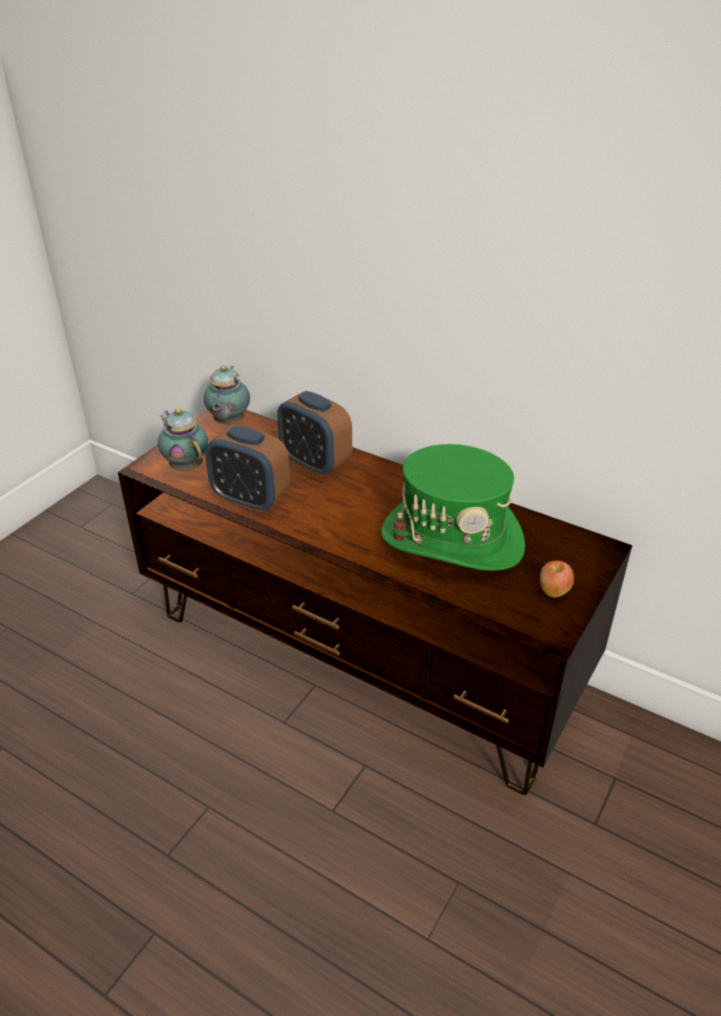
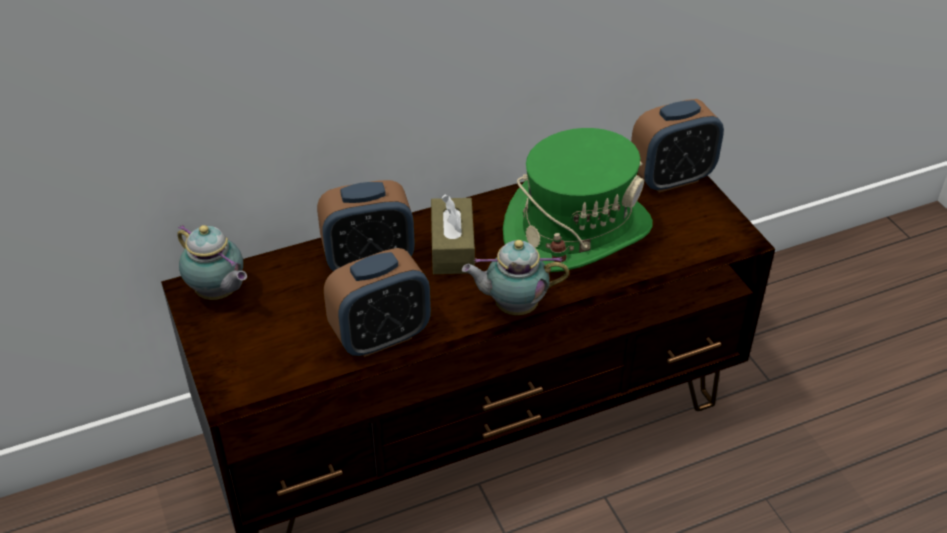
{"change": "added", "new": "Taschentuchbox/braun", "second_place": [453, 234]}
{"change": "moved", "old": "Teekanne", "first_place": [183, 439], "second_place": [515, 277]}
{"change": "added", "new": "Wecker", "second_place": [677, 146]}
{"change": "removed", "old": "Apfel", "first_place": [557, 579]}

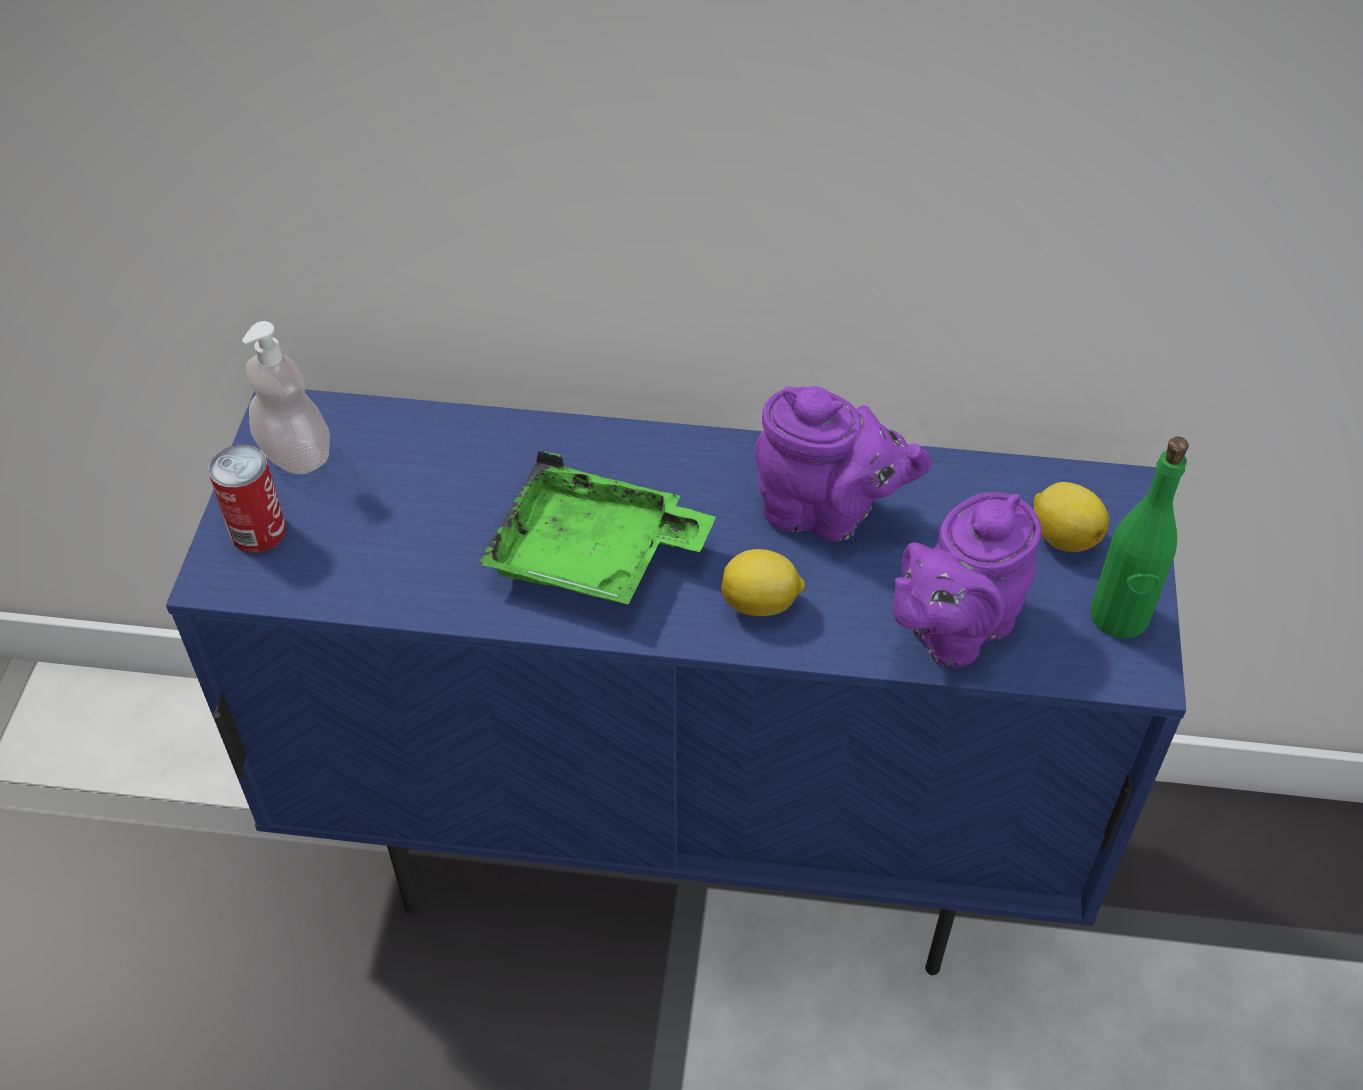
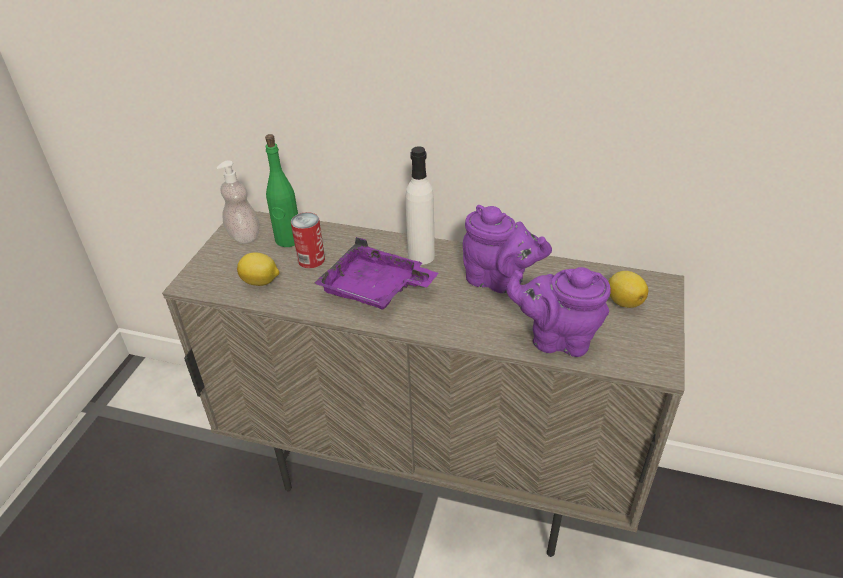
{"change": "recoloured", "old": "Schrank/blau", "new": "Schrank/beige", "first_place": [676, 682], "second_place": [423, 384]}
{"change": "moved", "old": "Zitrone", "first_place": [763, 582], "second_place": [258, 269]}
{"change": "moved", "old": "Flasche/grün", "first_place": [1139, 537], "second_place": [281, 190]}
{"change": "moved", "old": "Dose", "first_place": [247, 499], "second_place": [308, 240]}
{"change": "recoloured", "old": "Tablett/grün", "new": "Tablett/lila", "first_place": [597, 527], "second_place": [376, 273]}
{"change": "added", "new": "Flasche/weiß", "second_place": [420, 205]}
{"change": "turned", "old": "Teekanne/lila", "first_place": [967, 580], "second_place": [558, 312], "degrees": 45}

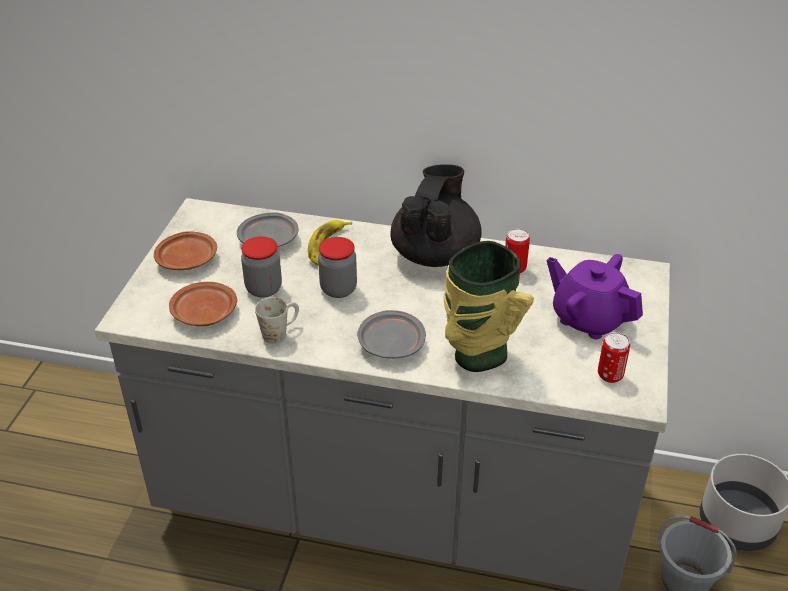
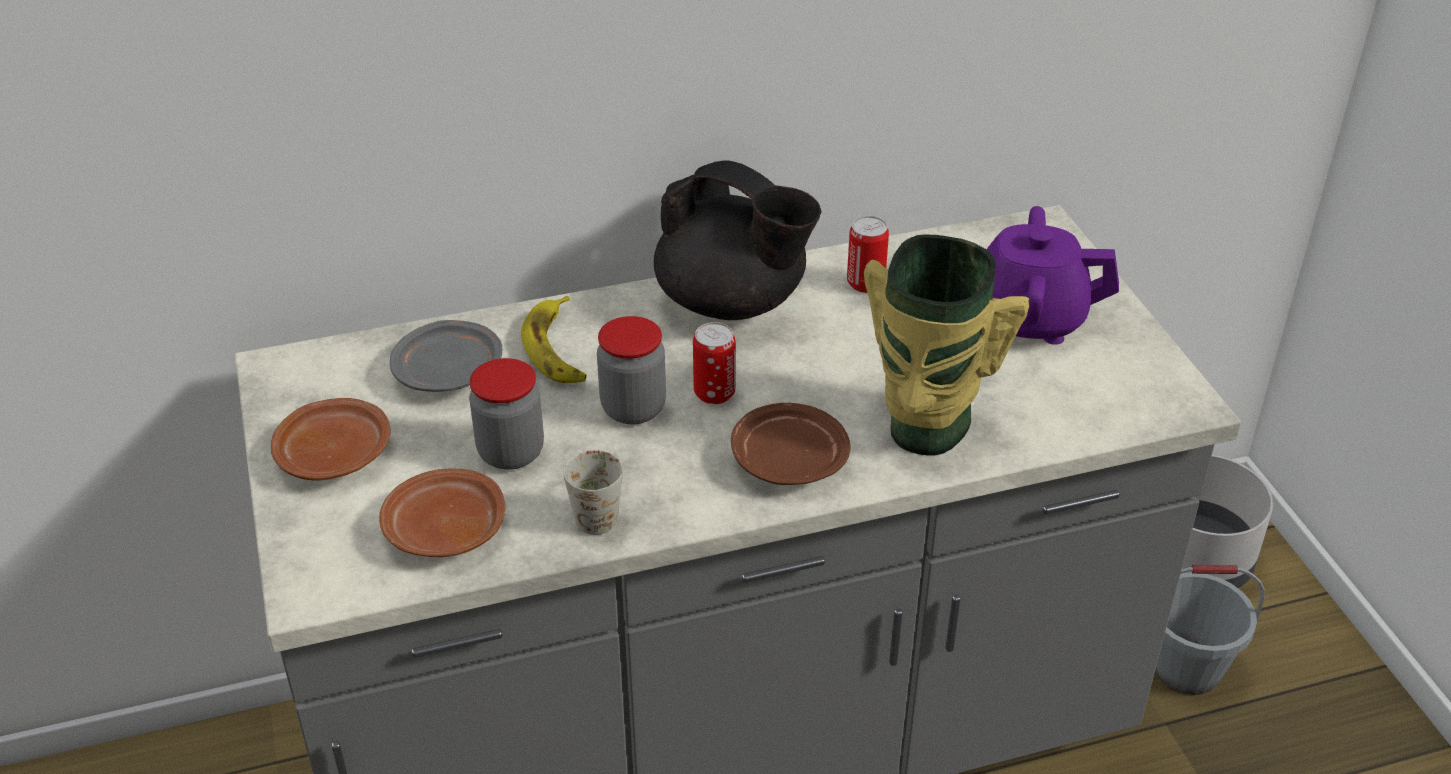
{"change": "turned", "old": "Teekanne/schwarz", "first_place": [436, 215], "second_place": [737, 240], "degrees": 135}
{"change": "moved", "old": "Dose", "first_place": [614, 357], "second_place": [714, 363]}
{"change": "recoloured", "old": "Teller/grau", "new": "Teller/braun", "first_place": [391, 334], "second_place": [791, 444]}

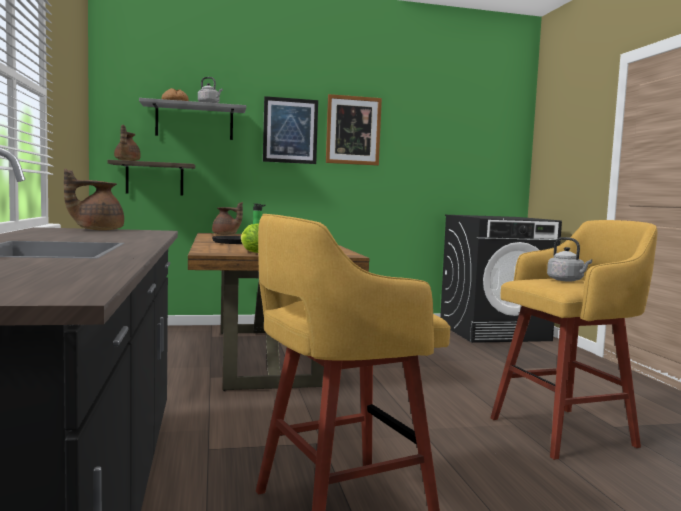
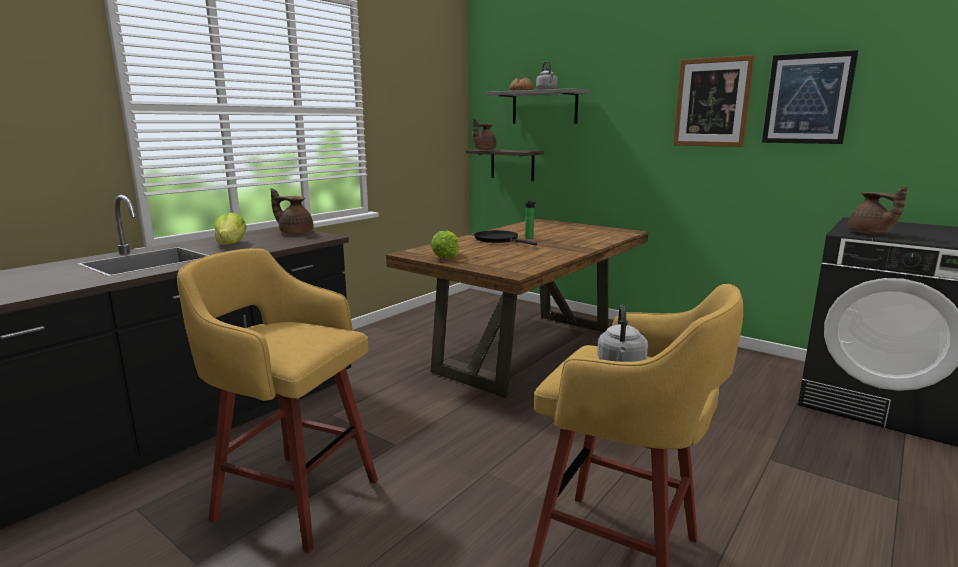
{"change": "added", "new": "Salatkopf", "second_place": [231, 229]}
{"change": "moved", "old": "Bild", "first_place": [290, 130], "second_place": [810, 97]}
{"change": "moved", "old": "Teekanne/braun", "first_place": [227, 218], "second_place": [877, 210]}

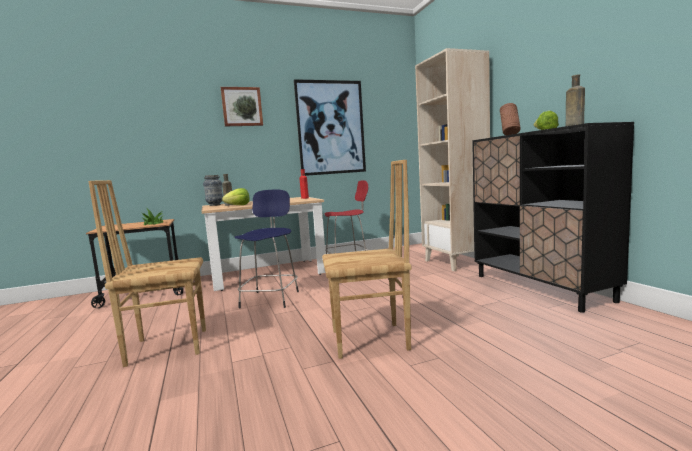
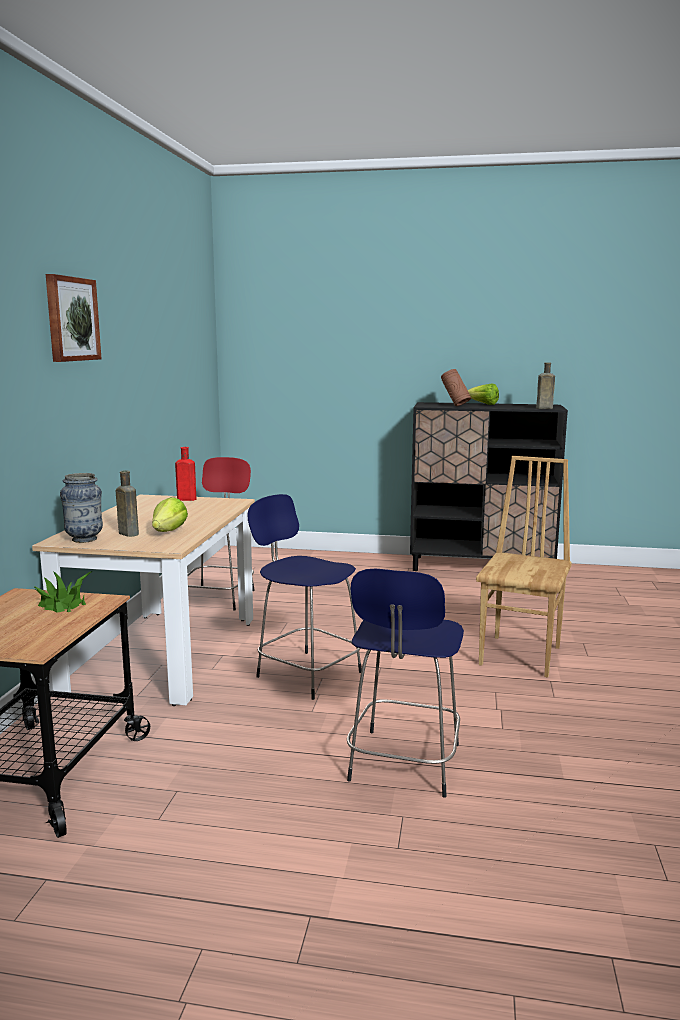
{"change": "replaced", "old": "Stuhl/braun", "new": "Hocker/blau", "first_place": [147, 273], "second_place": [405, 683]}
{"change": "removed", "old": "Bild", "first_place": [330, 127]}
{"change": "removed", "old": "Bücherregal/beige", "first_place": [452, 159]}

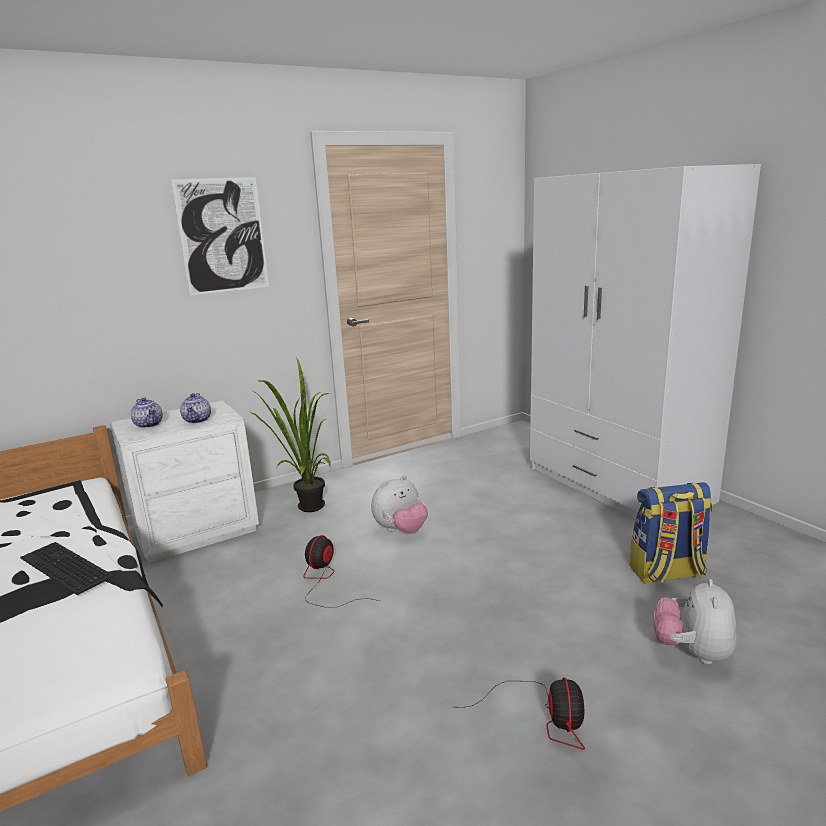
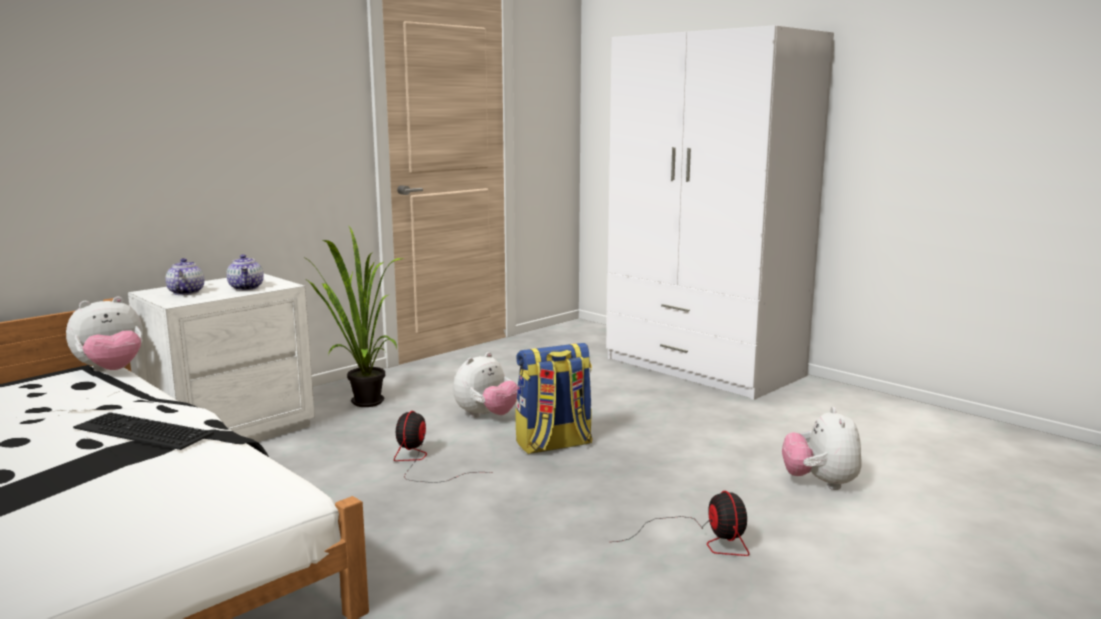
{"change": "added", "new": "Plüschtier", "second_place": [104, 334]}
{"change": "turned", "old": "Teekanne", "first_place": [147, 413], "second_place": [184, 276], "degrees": -135}
{"change": "moved", "old": "Rucksack", "first_place": [671, 533], "second_place": [553, 398]}
{"change": "removed", "old": "Bild", "first_place": [220, 236]}

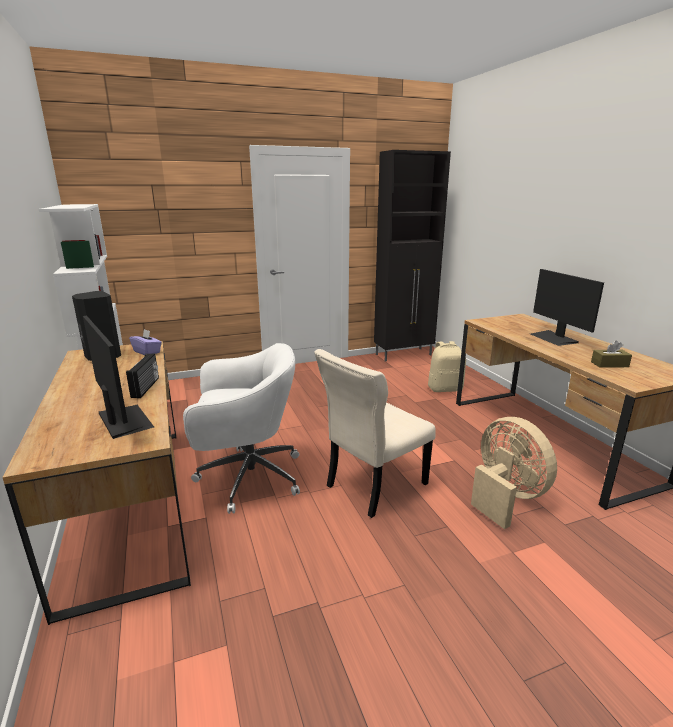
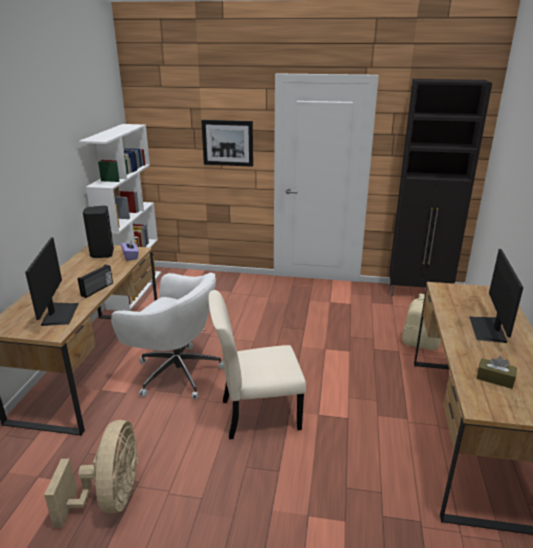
{"change": "moved", "old": "Ventilator/beige", "first_place": [514, 473], "second_place": [91, 474]}
{"change": "added", "new": "Bild", "second_place": [227, 143]}

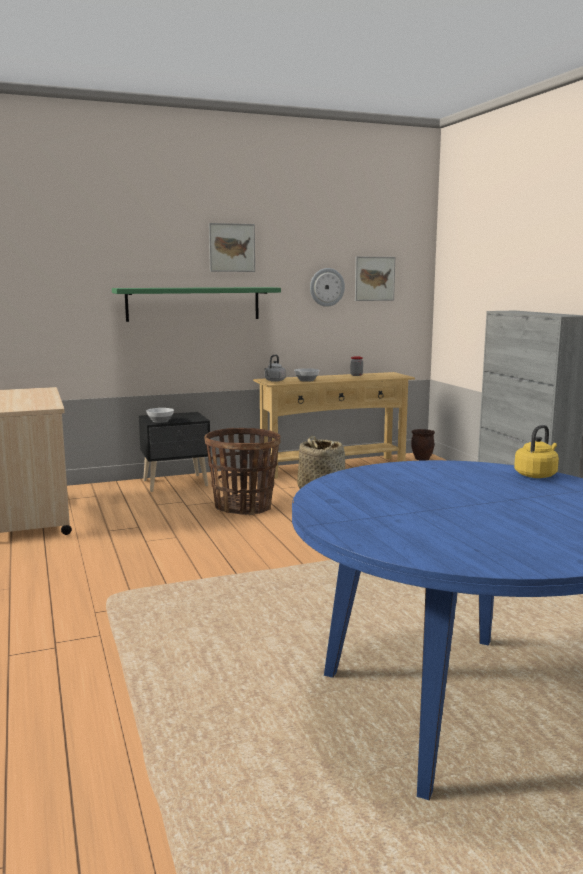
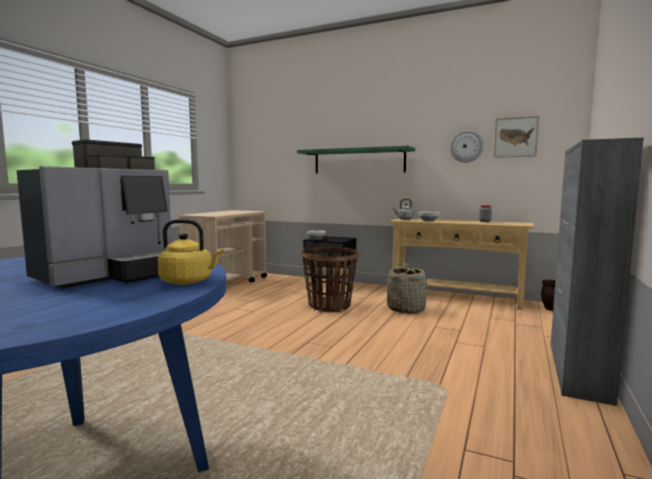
{"change": "added", "new": "Kaffeemaschine", "second_place": [94, 214]}
{"change": "removed", "old": "Bild", "first_place": [232, 247]}

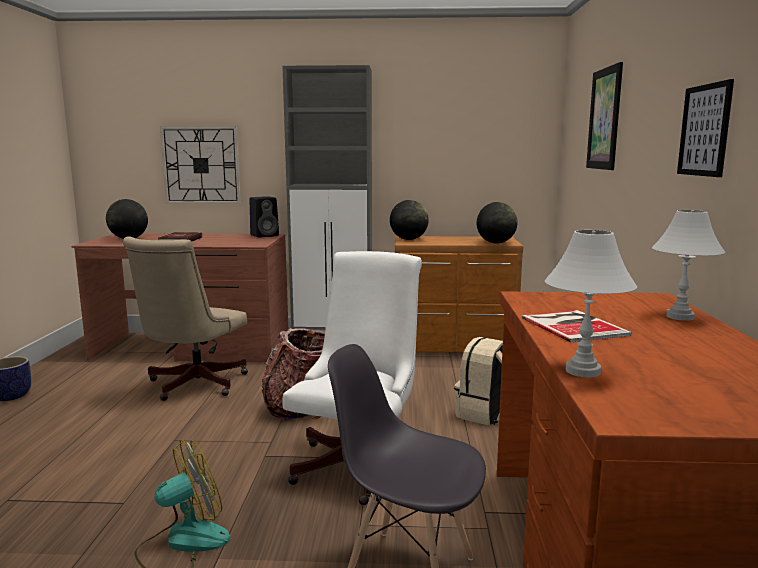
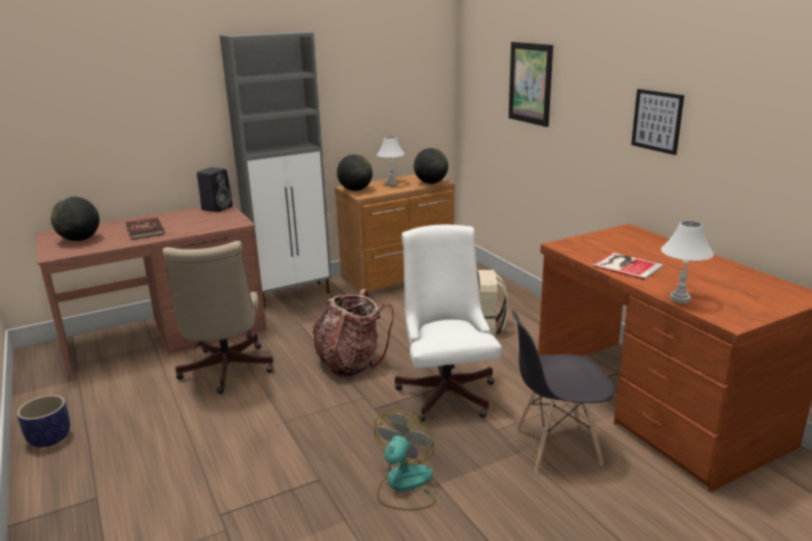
{"change": "moved", "old": "Tischlampe/weiß", "first_place": [688, 265], "second_place": [391, 160]}
{"change": "removed", "old": "Wanduhr", "first_place": [200, 165]}

